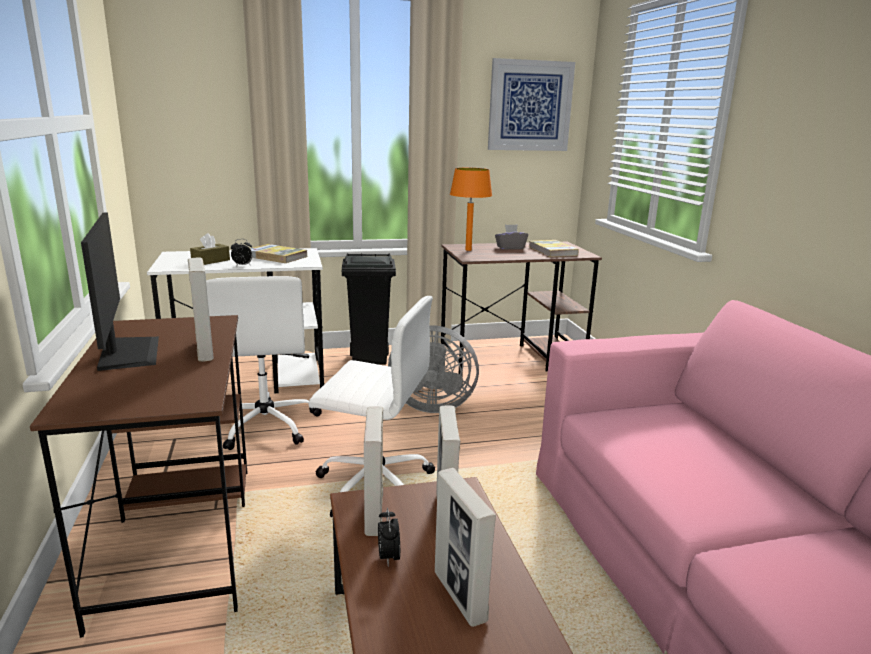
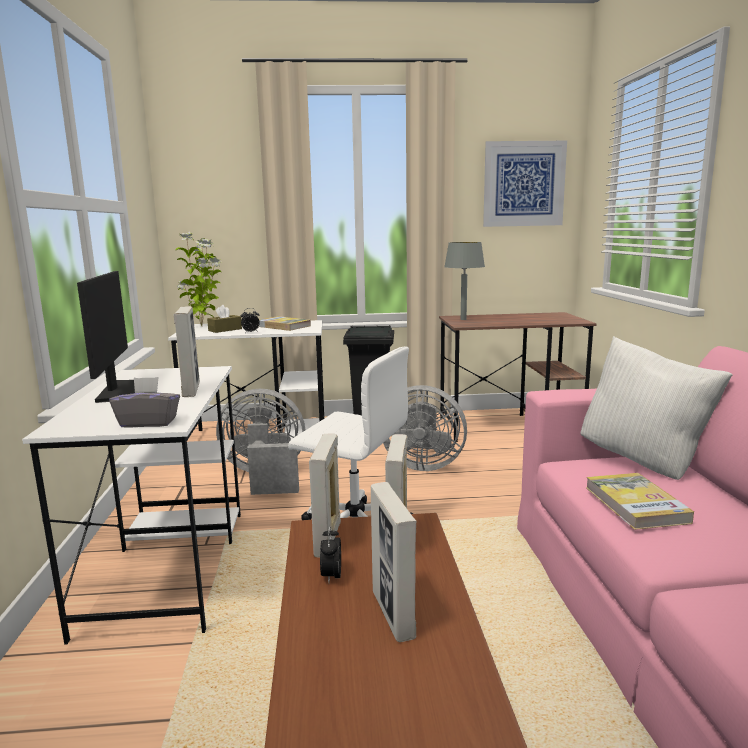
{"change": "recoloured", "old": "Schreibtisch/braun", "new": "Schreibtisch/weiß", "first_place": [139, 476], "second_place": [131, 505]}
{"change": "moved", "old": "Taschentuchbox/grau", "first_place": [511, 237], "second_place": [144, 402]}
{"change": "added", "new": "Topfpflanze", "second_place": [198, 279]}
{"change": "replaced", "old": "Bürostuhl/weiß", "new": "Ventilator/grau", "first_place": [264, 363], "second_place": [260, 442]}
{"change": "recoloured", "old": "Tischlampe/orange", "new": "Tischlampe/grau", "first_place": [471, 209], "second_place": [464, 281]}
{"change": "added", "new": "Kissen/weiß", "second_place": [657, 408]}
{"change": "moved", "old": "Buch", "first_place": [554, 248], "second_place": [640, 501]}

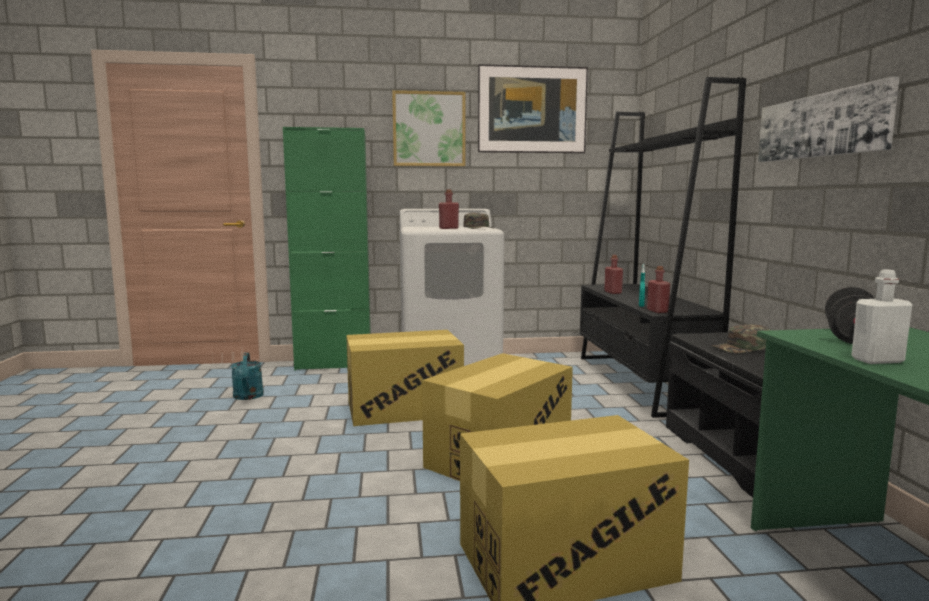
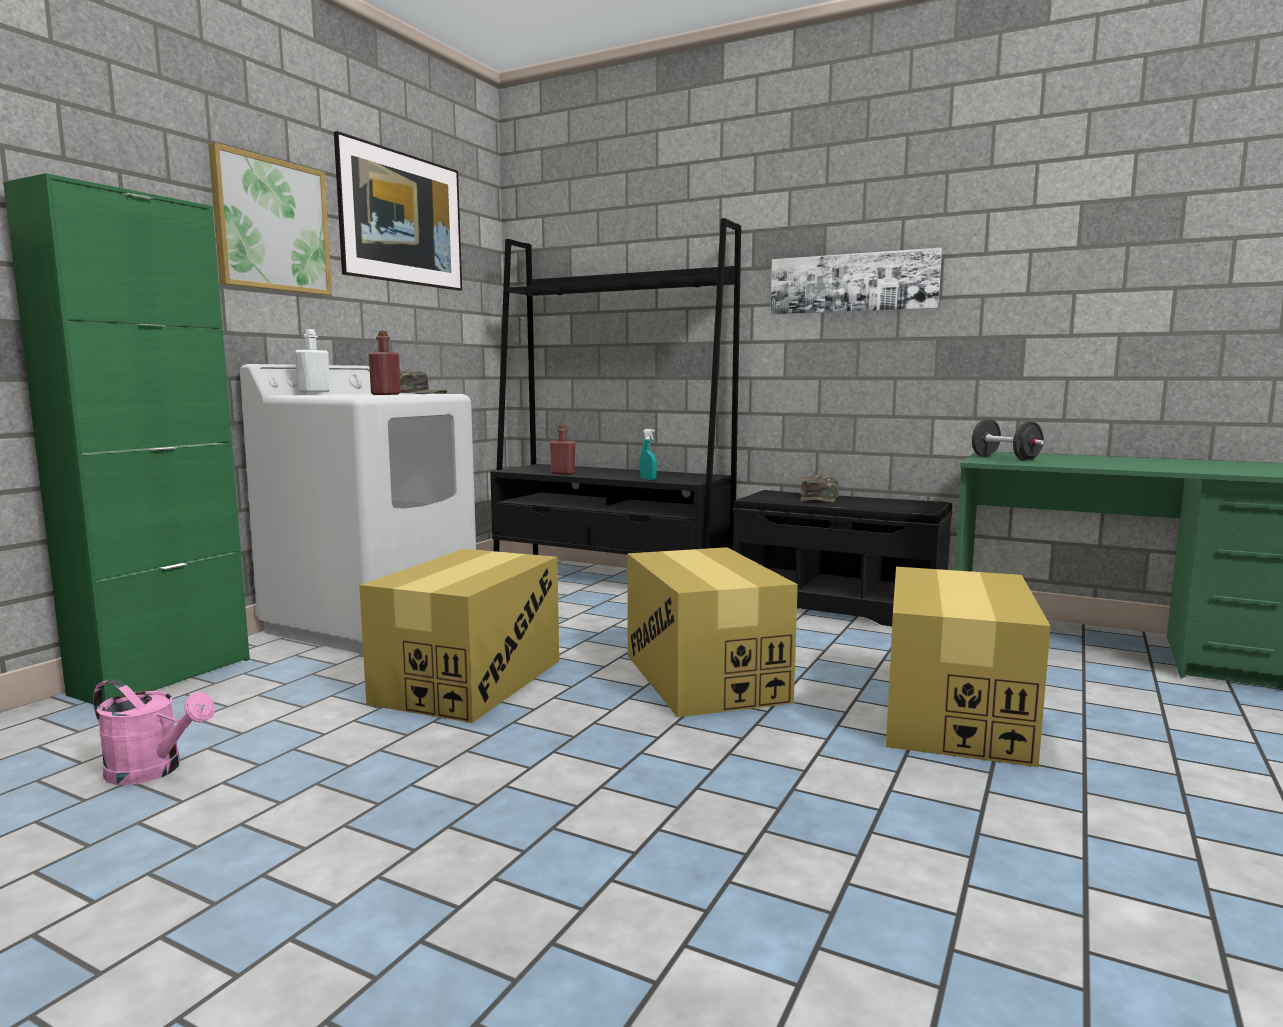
{"change": "recoloured", "old": "Gießkanne/türkis", "new": "Gießkanne/rosa", "first_place": [247, 376], "second_place": [154, 732]}
{"change": "moved", "old": "Flasche/weiß", "first_place": [882, 316], "second_place": [312, 361]}
{"change": "removed", "old": "Flasche/rot", "first_place": [658, 289]}

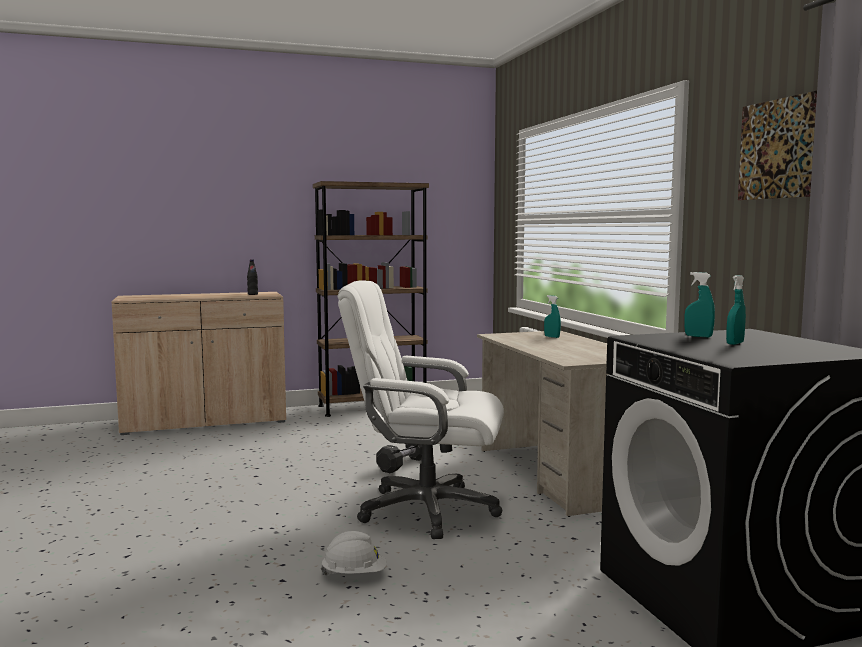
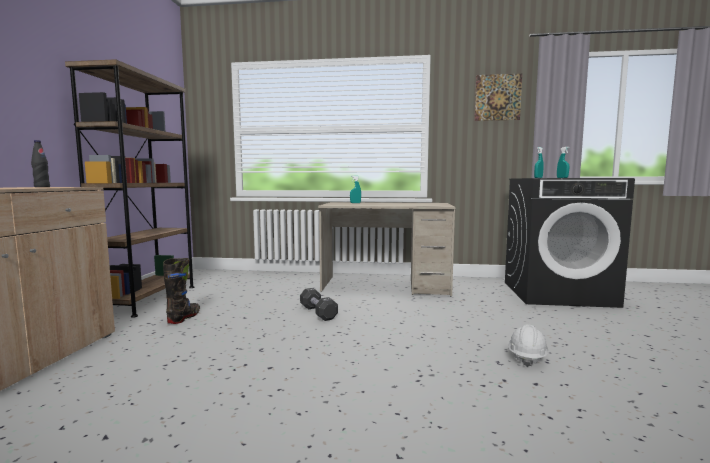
{"change": "added", "new": "Stiefel/schwarz", "second_place": [181, 291]}
{"change": "removed", "old": "Bürostuhl/weiß", "first_place": [420, 410]}

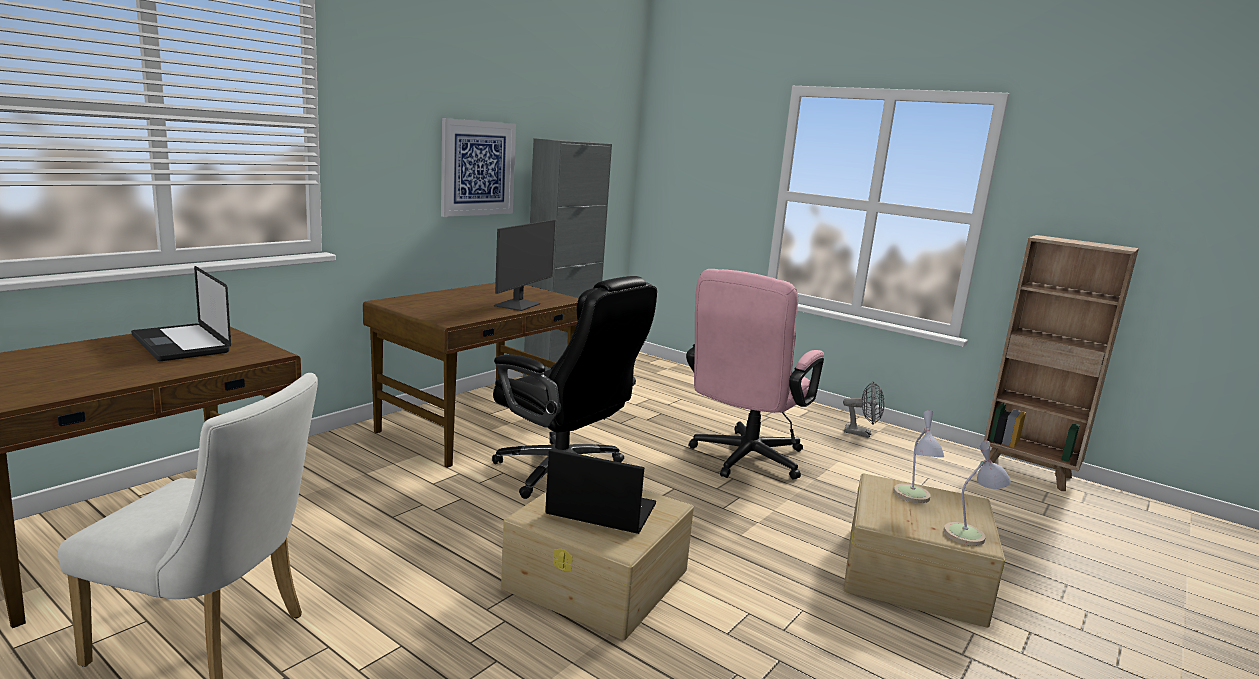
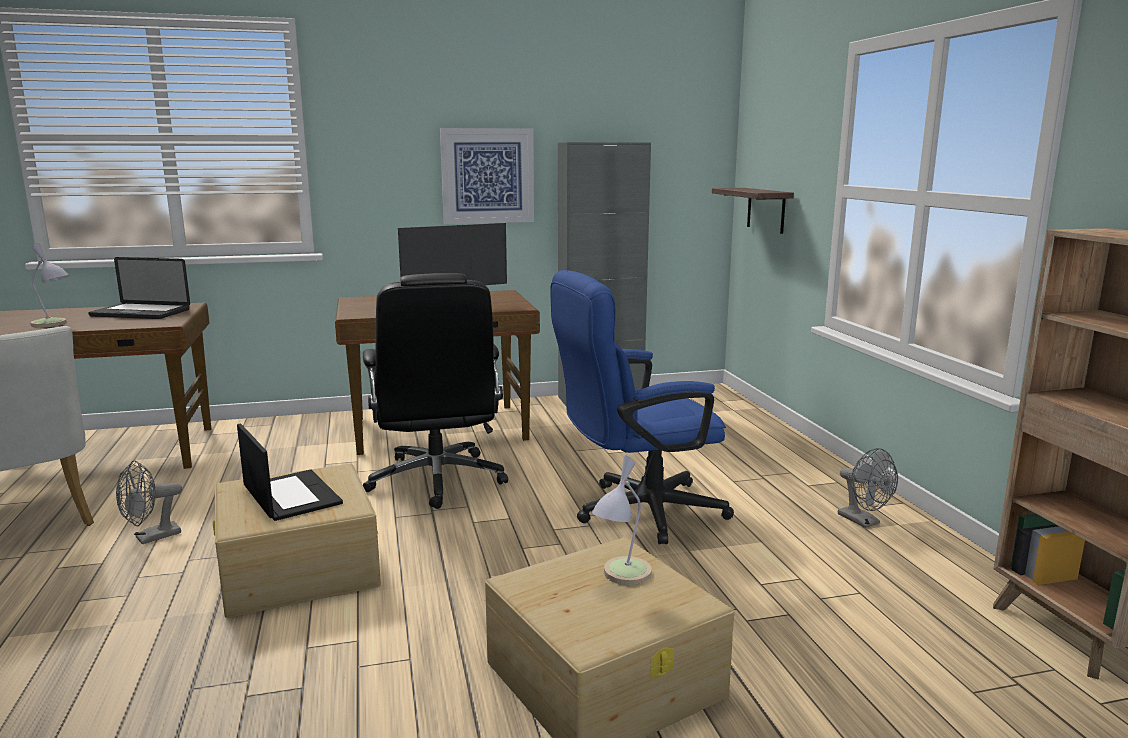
{"change": "moved", "old": "Tischlampe", "first_place": [977, 493], "second_place": [49, 285]}
{"change": "turned", "old": "Laptop", "first_place": [181, 313], "second_place": [139, 288], "degrees": -75}
{"change": "added", "new": "Ventilator/grau", "second_place": [149, 502]}
{"change": "recoloured", "old": "Bürostuhl/rosa", "new": "Bürostuhl/blau", "first_place": [755, 374], "second_place": [642, 407]}
{"change": "added", "new": "Wandregal", "second_place": [753, 211]}

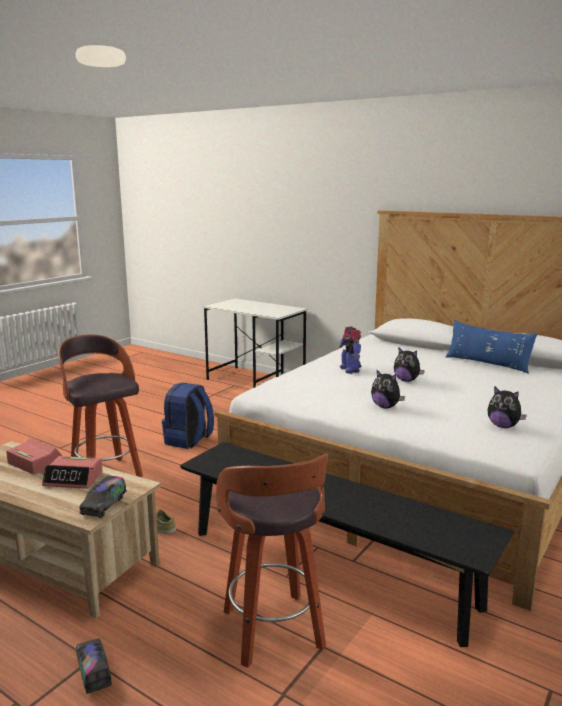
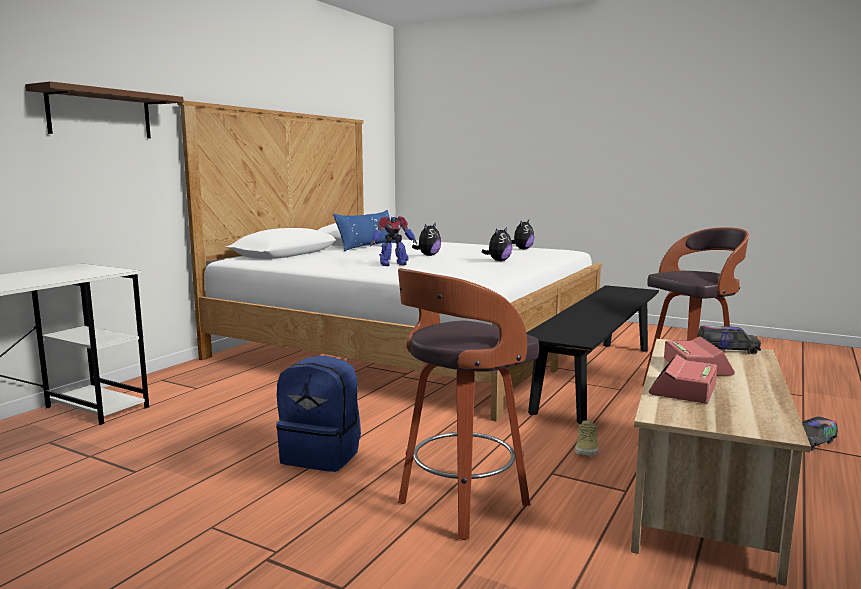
{"change": "added", "new": "Wandregal/braun", "second_place": [104, 109]}

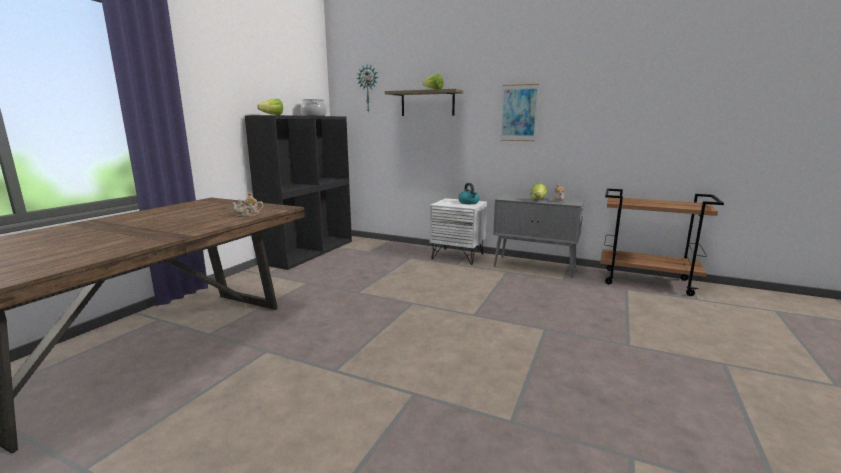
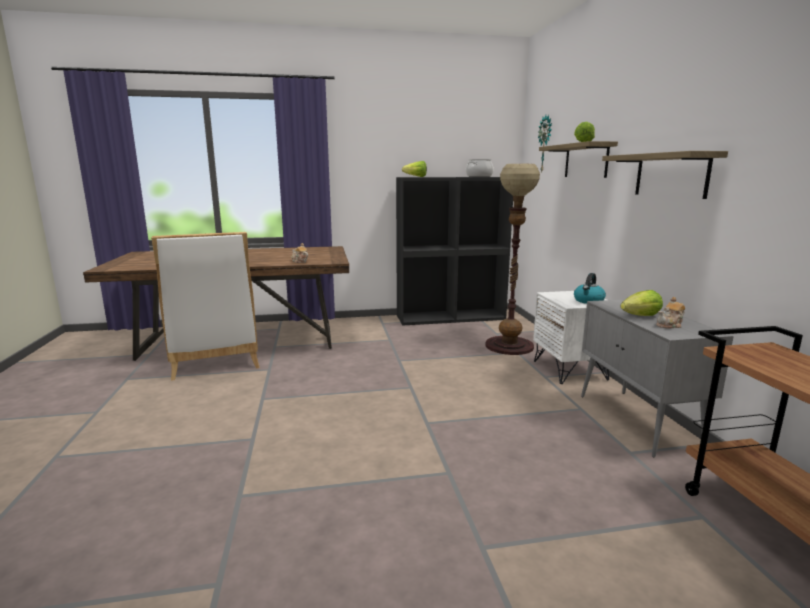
{"change": "added", "new": "Stuhl/weiß", "second_place": [205, 306]}
{"change": "added", "new": "Stehlampe", "second_place": [512, 259]}
{"change": "replaced", "old": "Bild", "new": "Wandregal", "first_place": [519, 112], "second_place": [665, 175]}

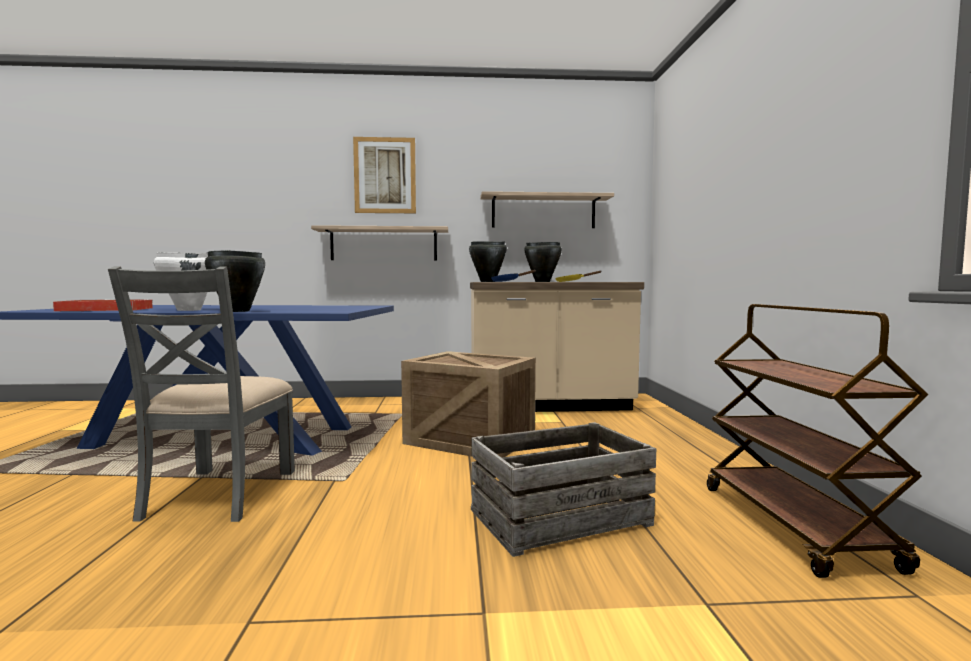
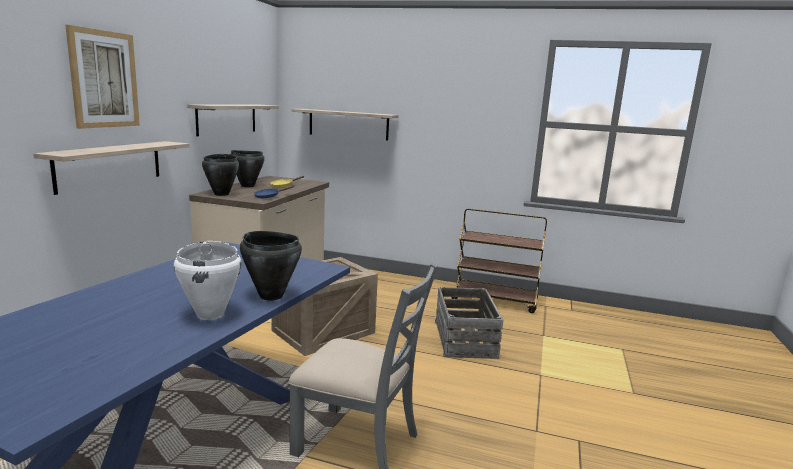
{"change": "added", "new": "Wandregal", "second_place": [345, 125]}
{"change": "removed", "old": "Tablett/rot", "first_place": [103, 305]}

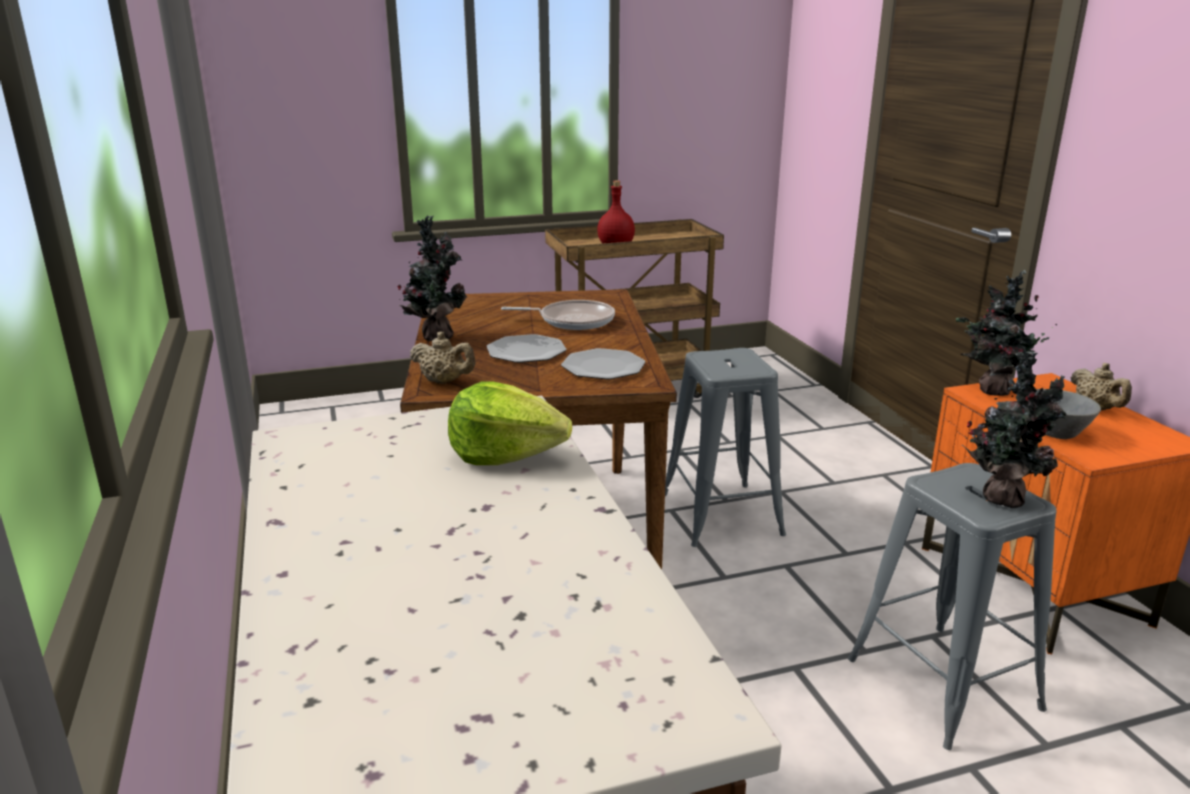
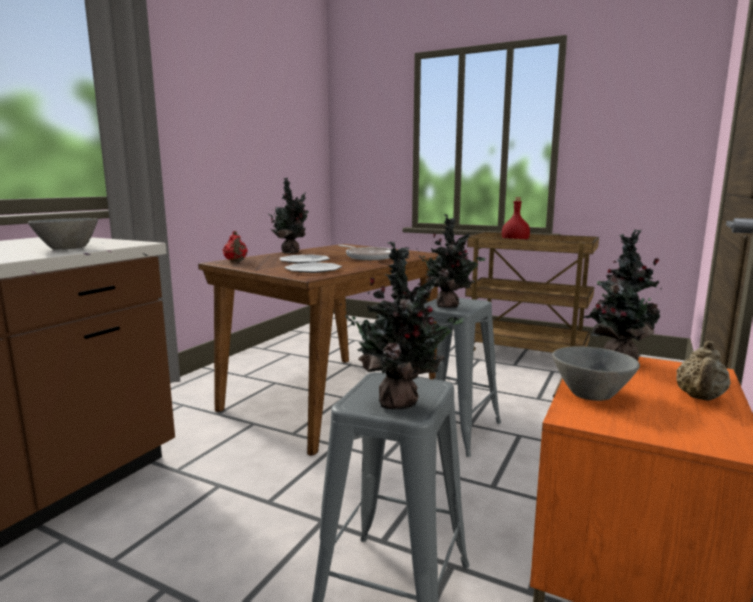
{"change": "replaced", "old": "Salatkopf", "new": "Schüssel/grau", "first_place": [510, 423], "second_place": [63, 233]}
{"change": "recoloured", "old": "Teekanne/beige", "new": "Teekanne/rot", "first_place": [442, 358], "second_place": [235, 246]}
{"change": "added", "new": "Topfpflanze", "second_place": [452, 261]}

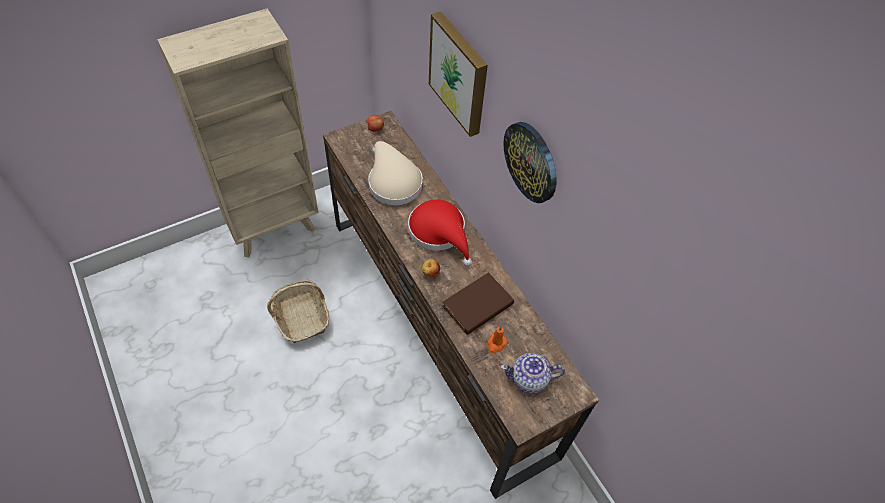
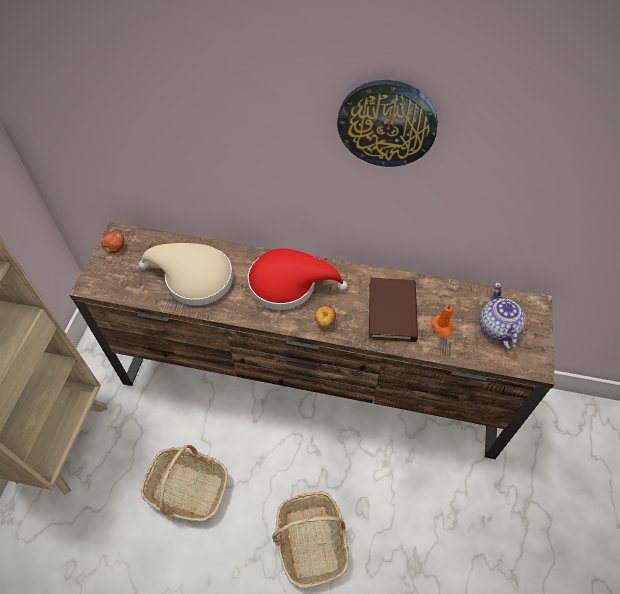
{"change": "added", "new": "Korb", "second_place": [310, 539]}
{"change": "turned", "old": "Teekanne", "first_place": [532, 373], "second_place": [502, 316], "degrees": 135}
{"change": "removed", "old": "Bild", "first_place": [458, 74]}

